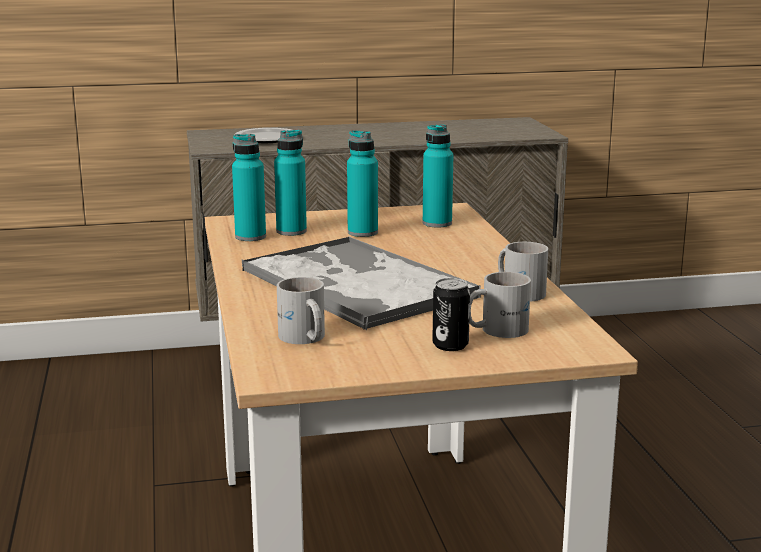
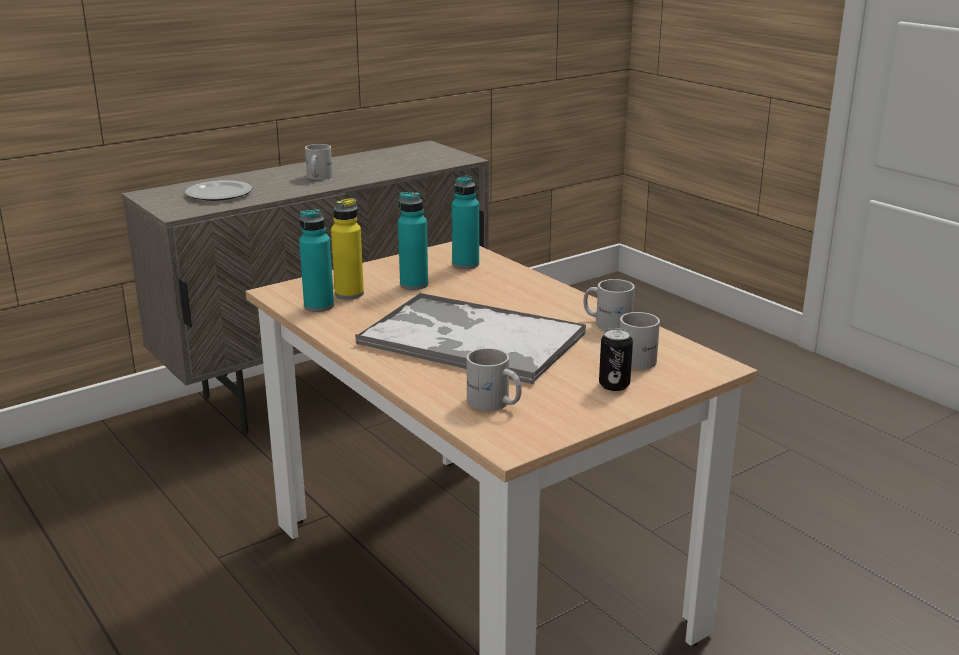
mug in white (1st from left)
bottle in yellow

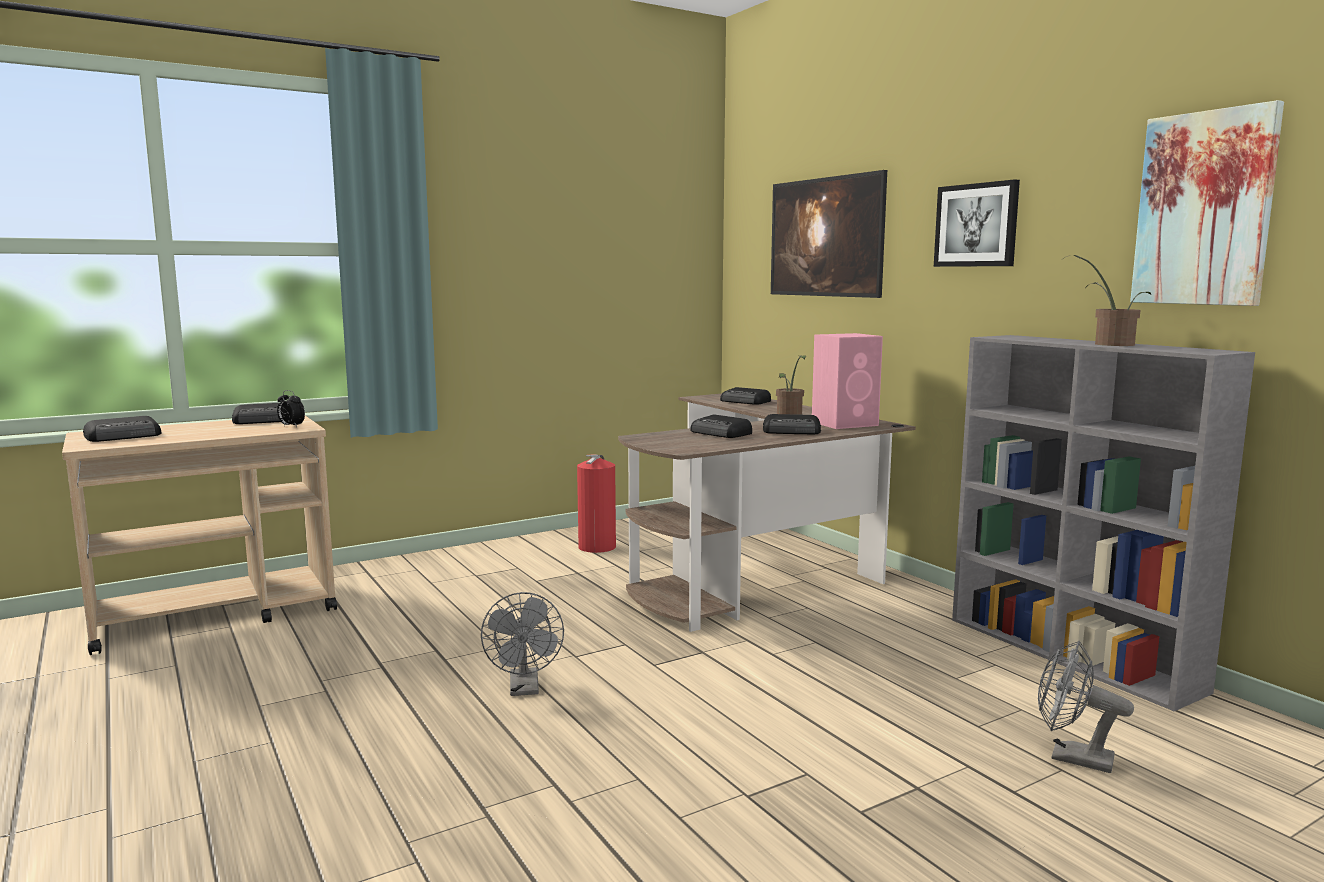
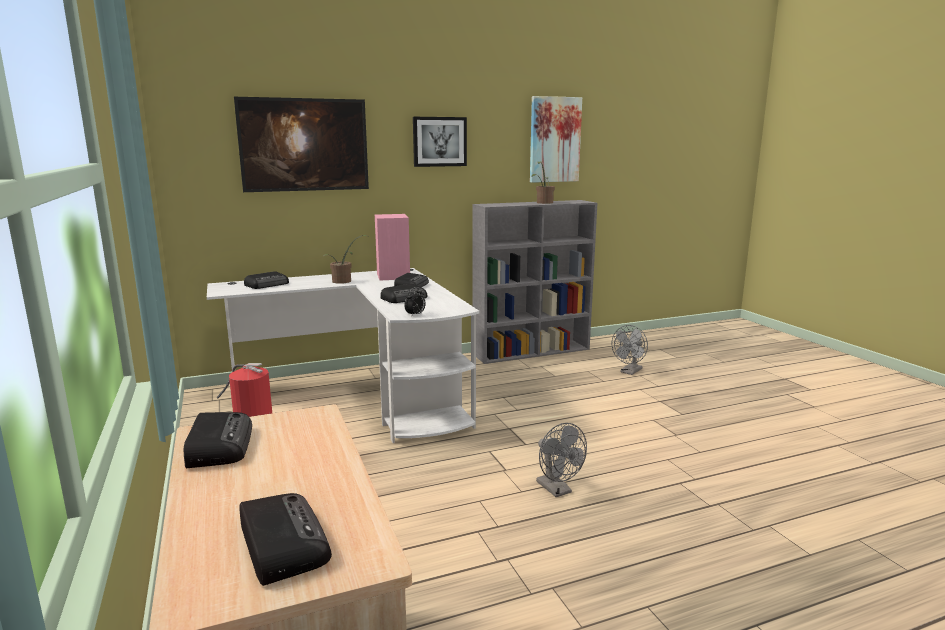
desk in white
alarm clock
fan in grey (1st from left)

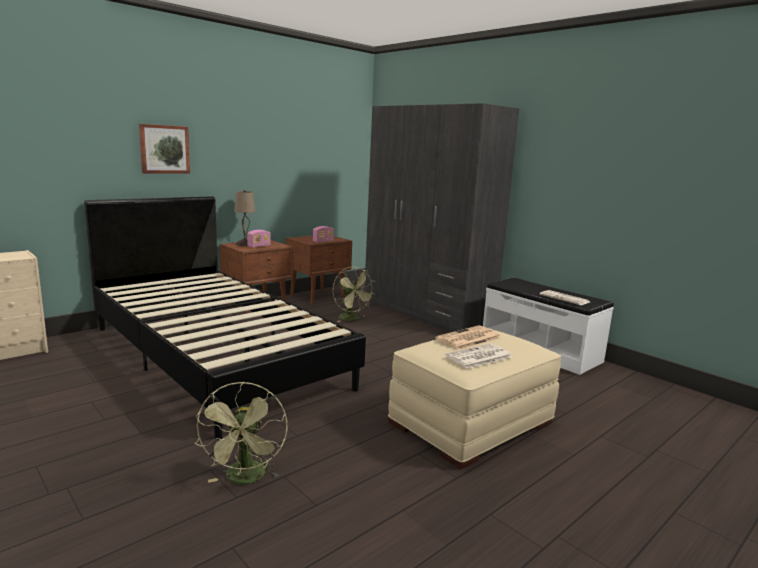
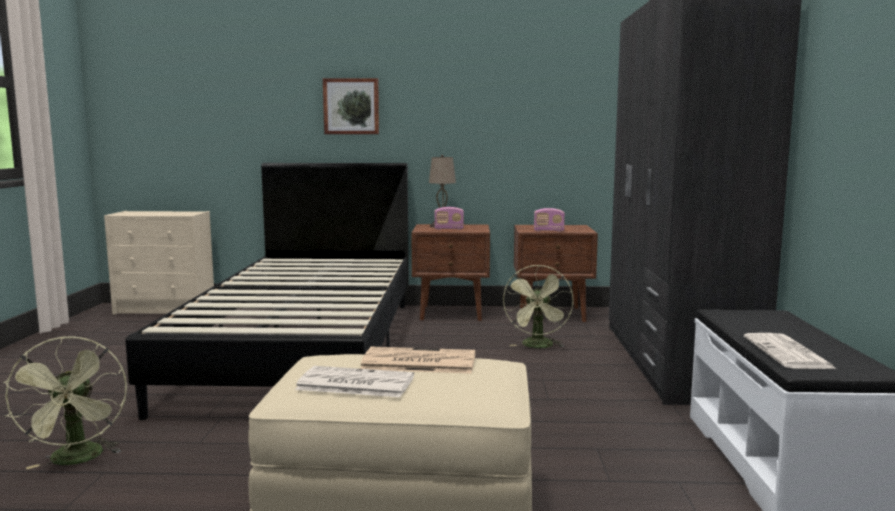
fan in green (1st from left)

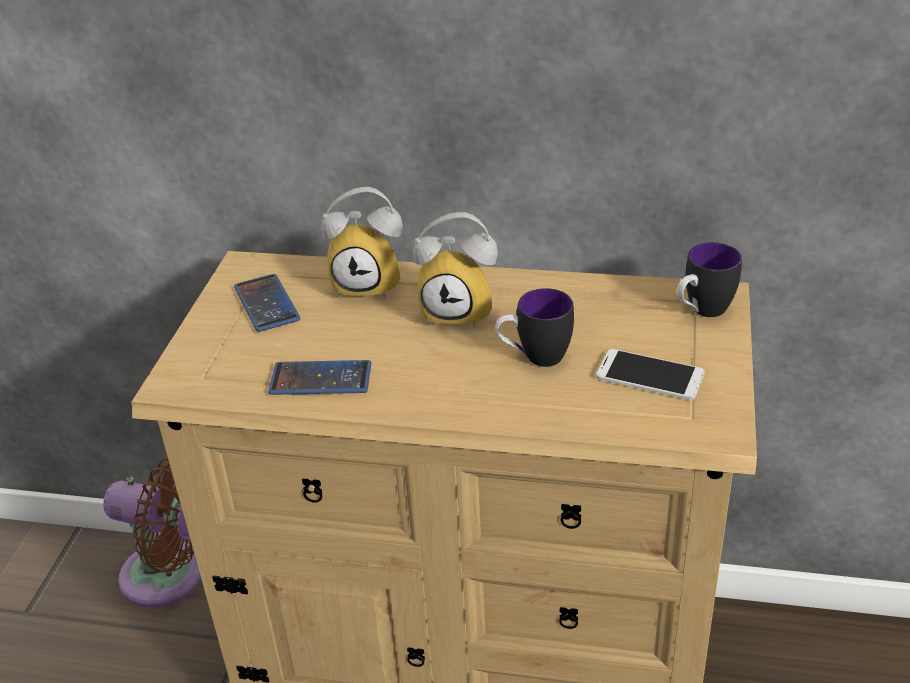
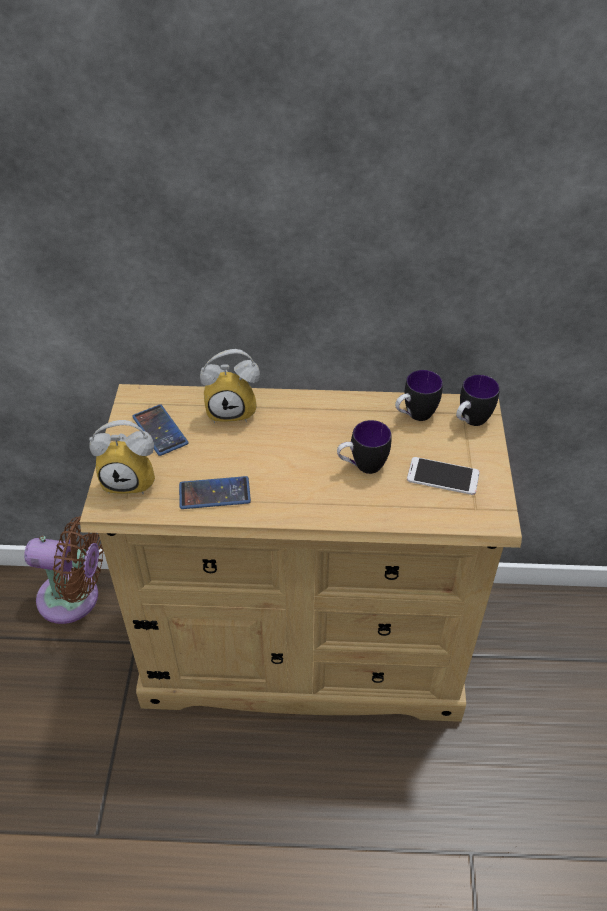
alarm clock (1st from left)
mug (2nd from left)

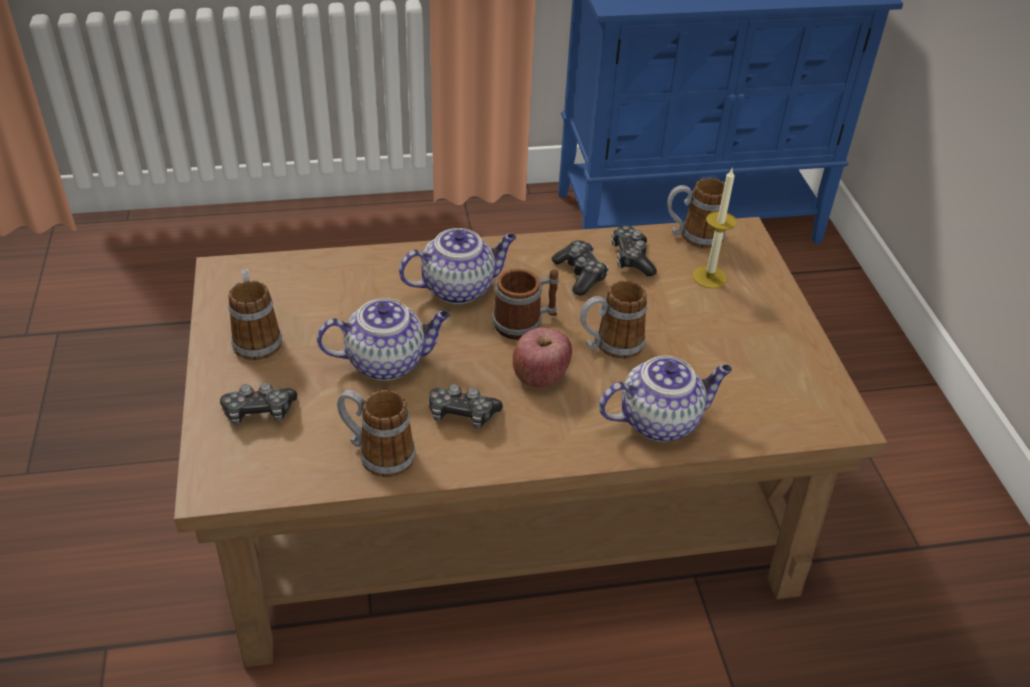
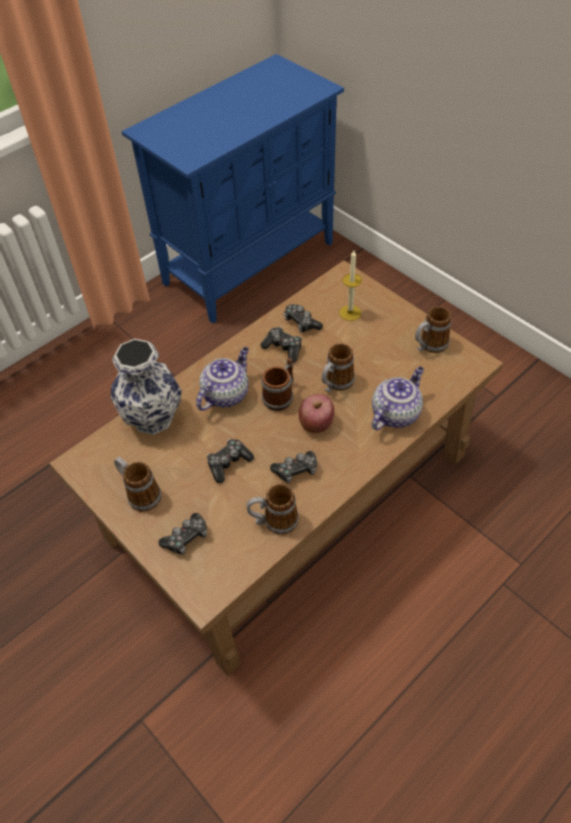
vase
game controller (2nd from left)
mug (5th from left)

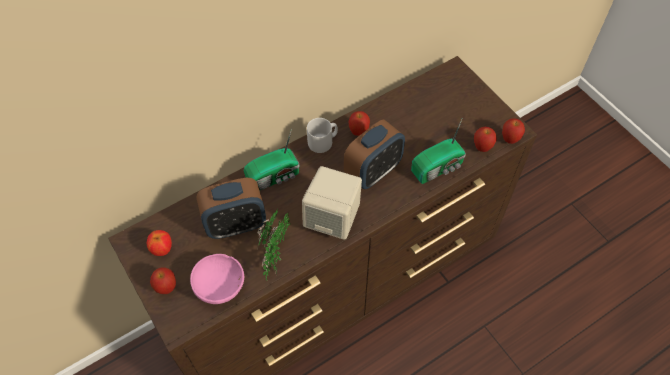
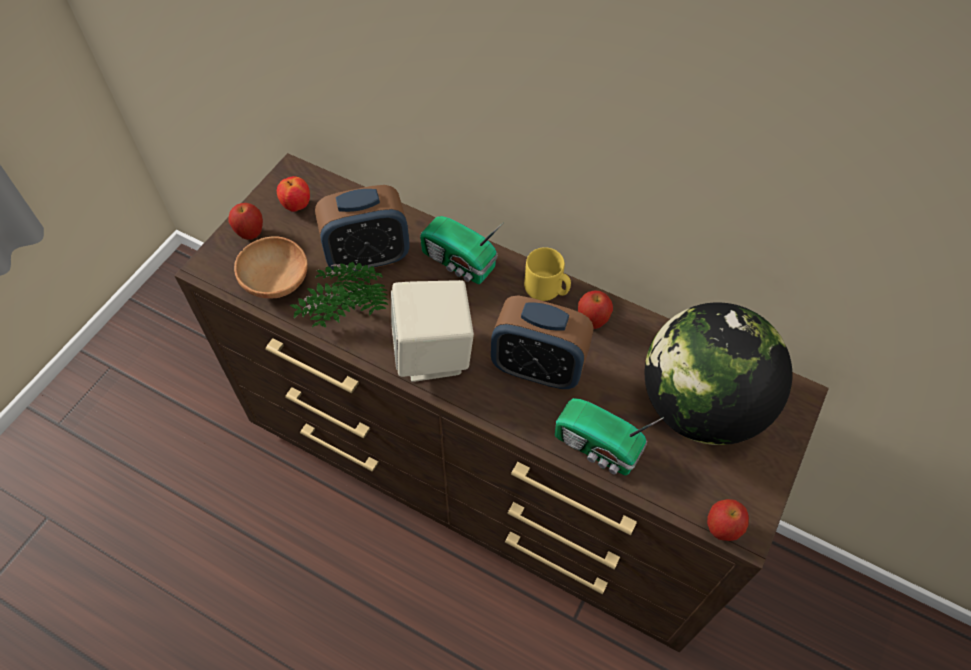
bowl in brown
alarm clock (1st from left)
mug in yellow
globe
apple (4th from left in the first image)

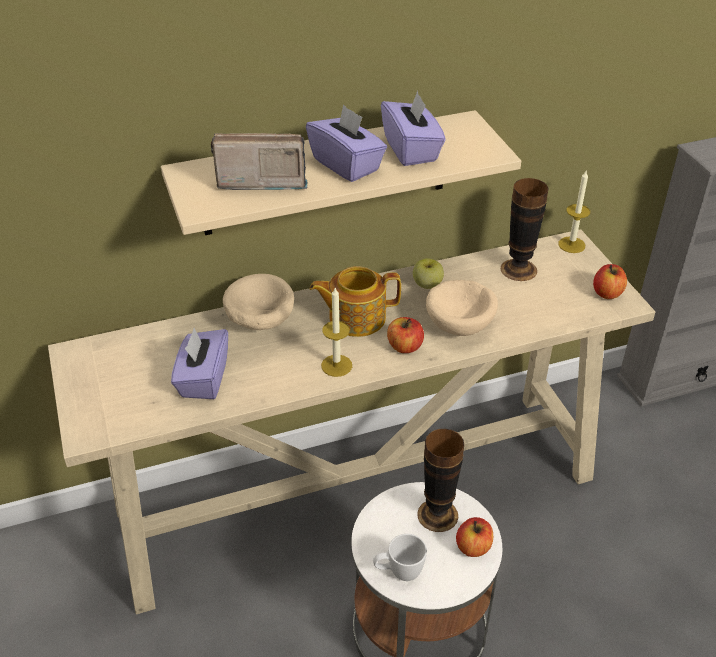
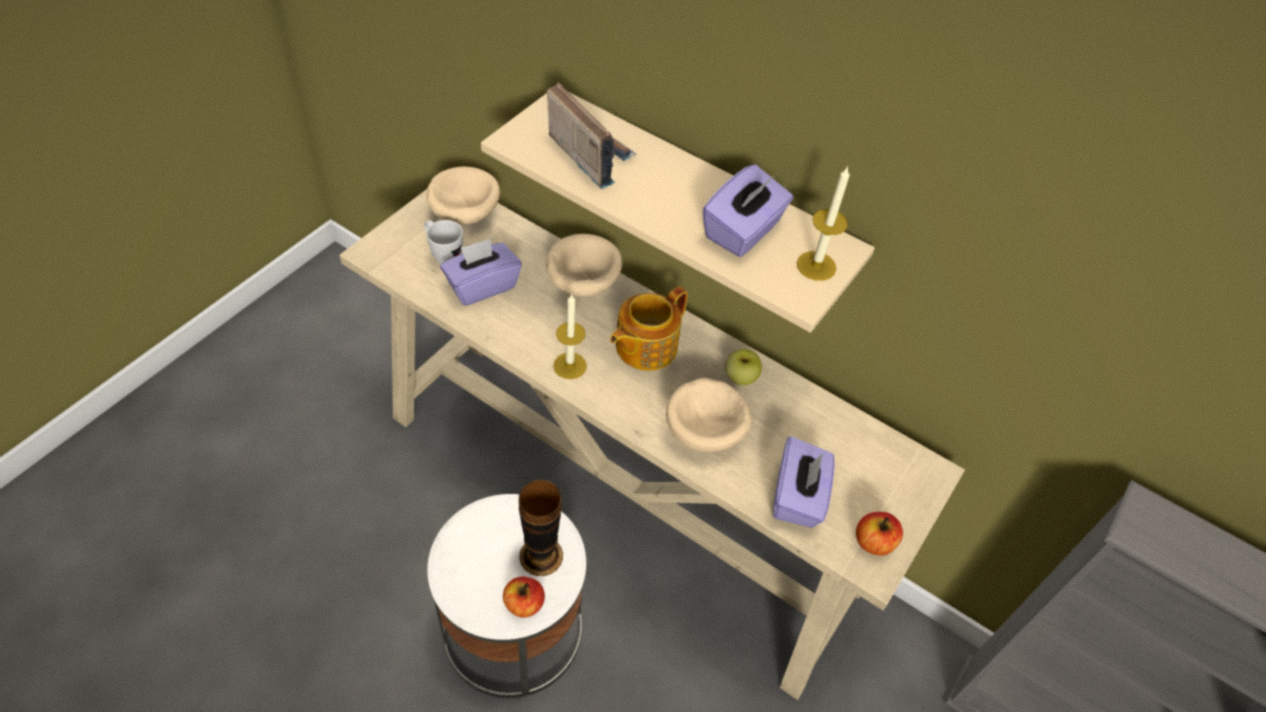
mug in white
bowl in beige (1st from left)
teapot
tissue box in purple (3rd from left)
candle (2nd from left)
apple (1st from left in the first image)
vase (2nd from left in the first image)

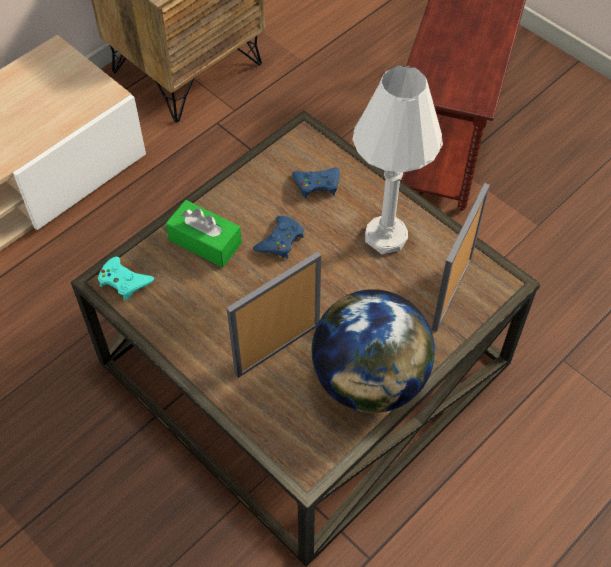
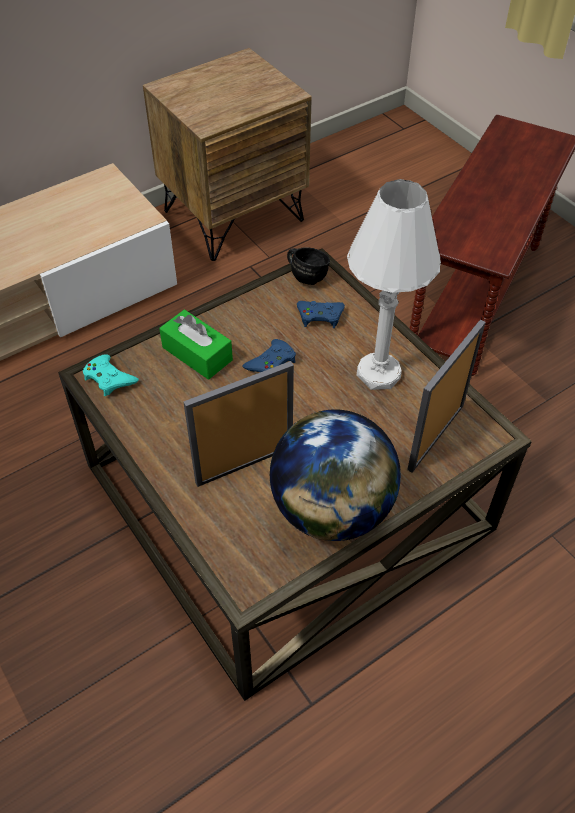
mug in black

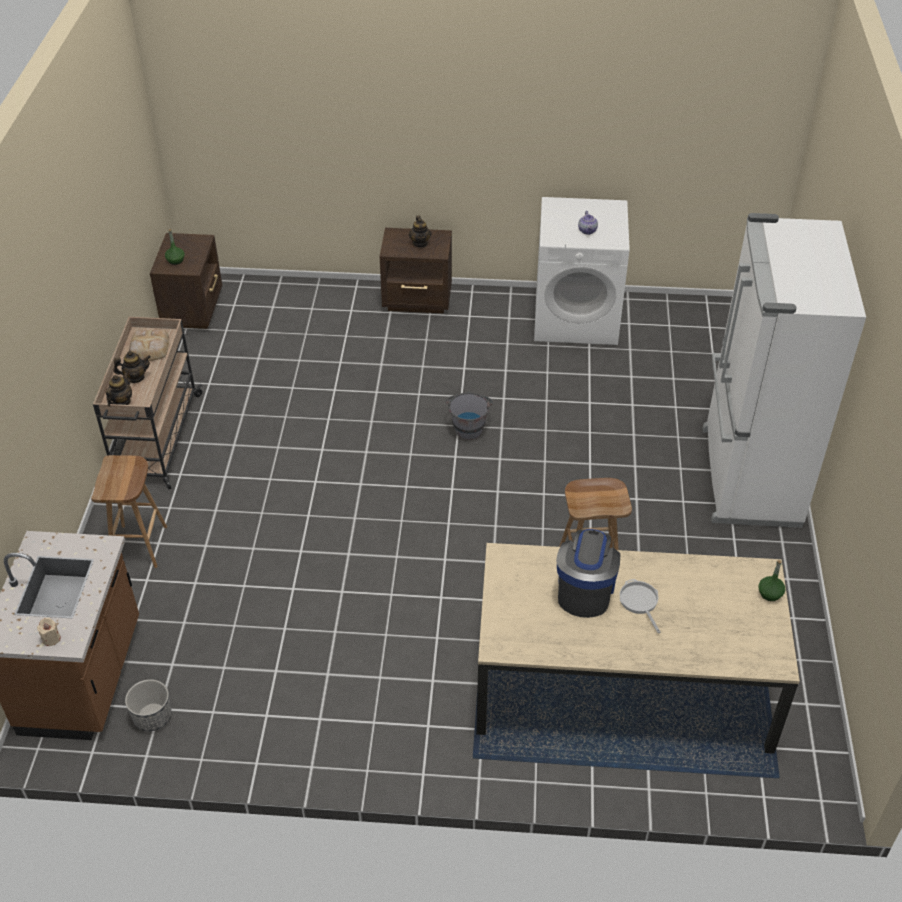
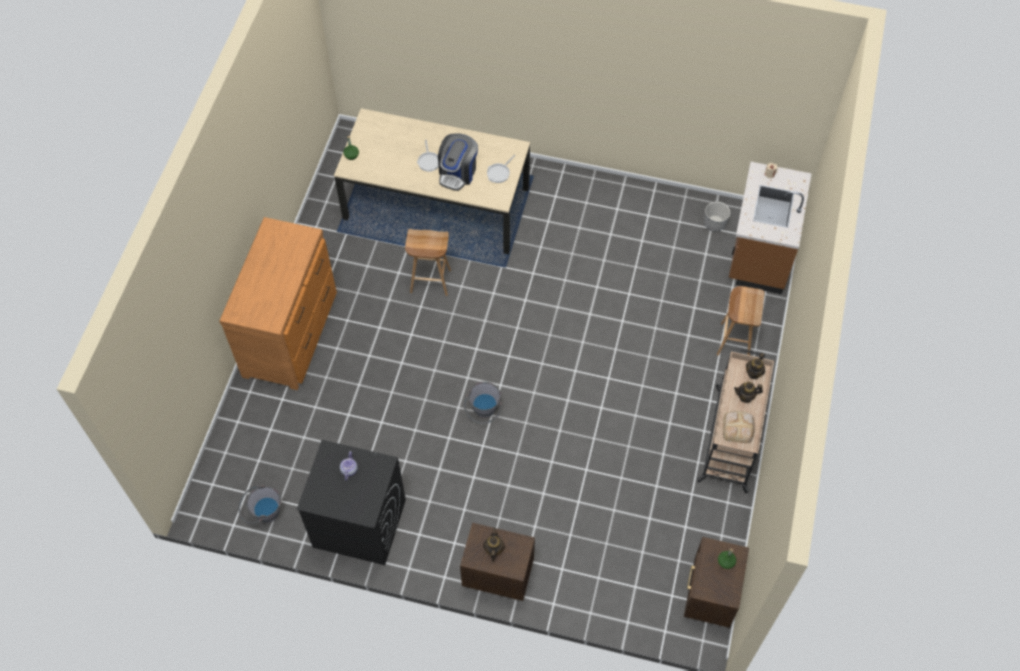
dresser in brown
bucket in grey (1st from left)
washing machine in black
frying pan (2nd from left)

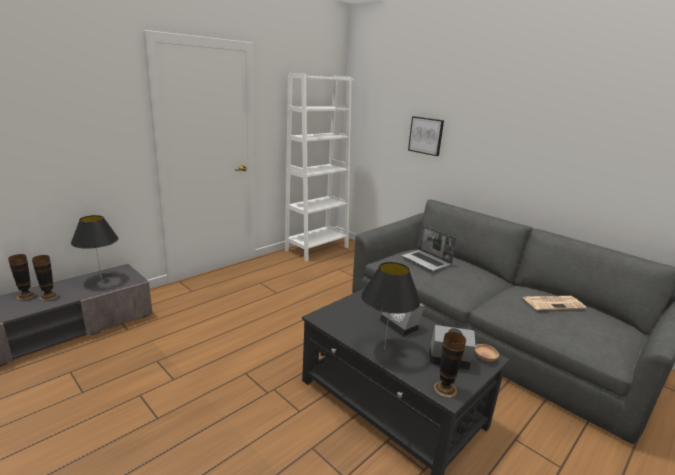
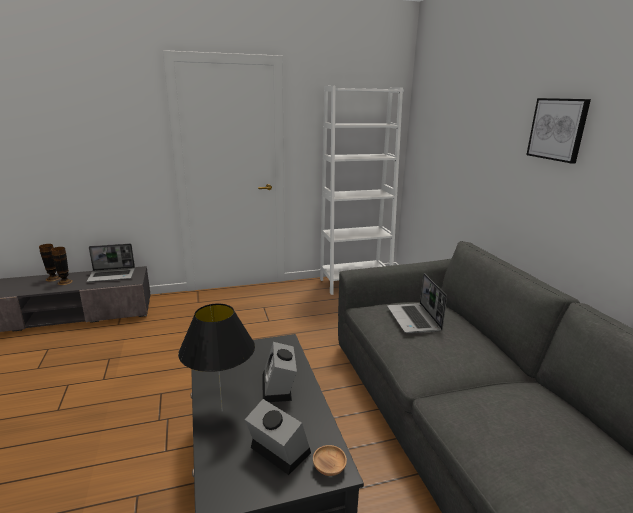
laptop (1st from left)
picture
vase (3rd from left in the first image)
newspaper

